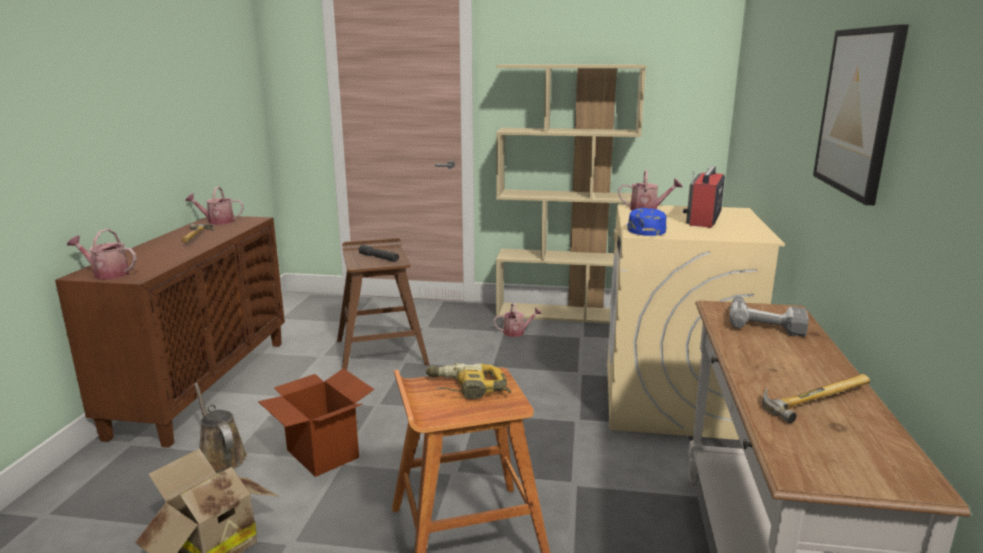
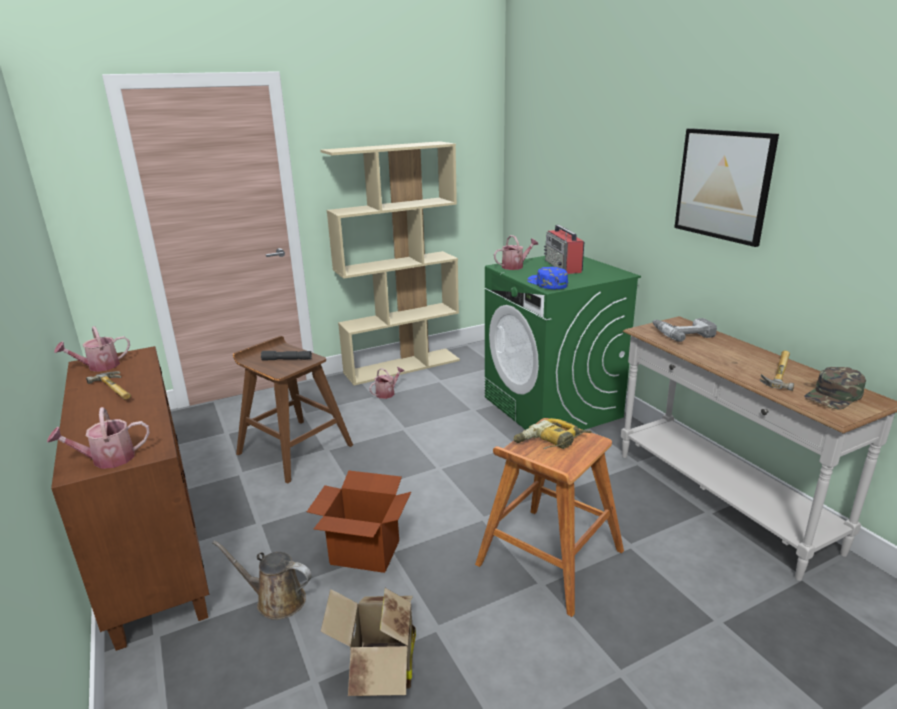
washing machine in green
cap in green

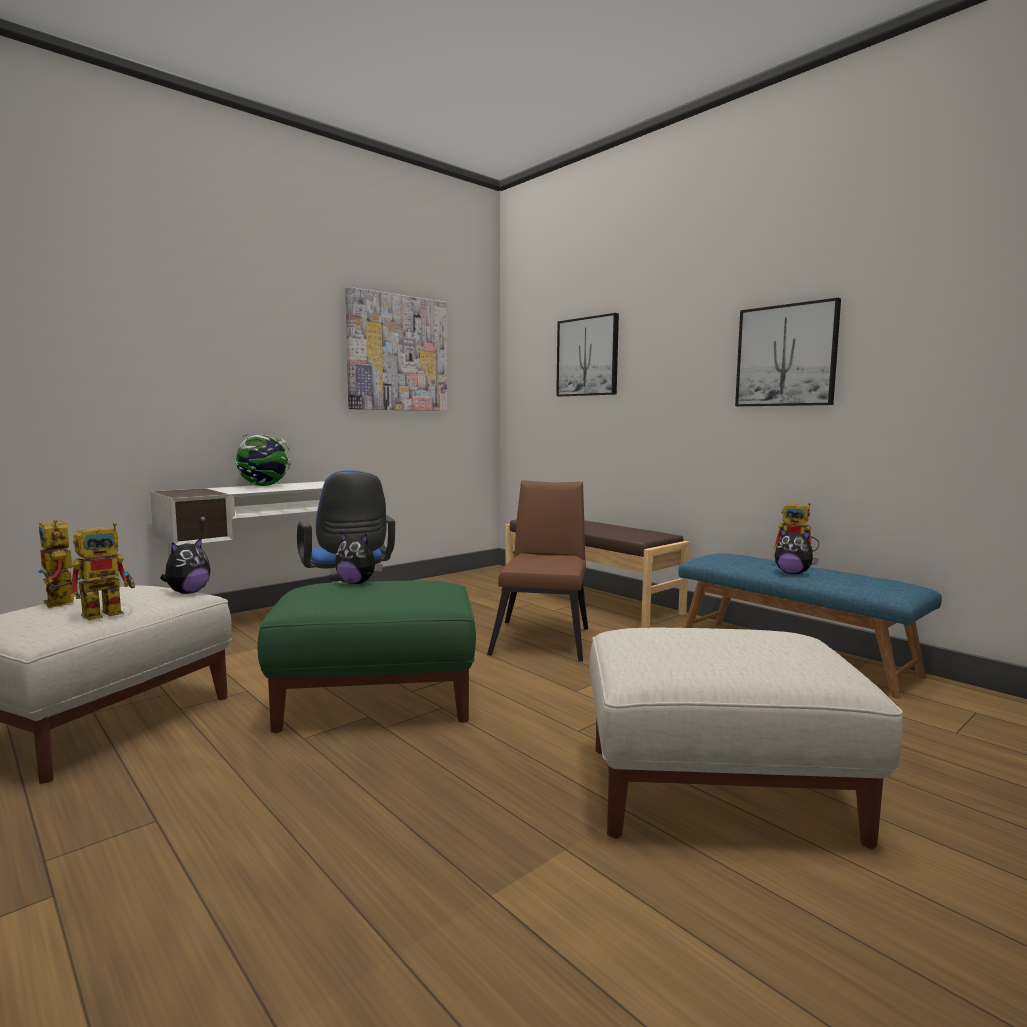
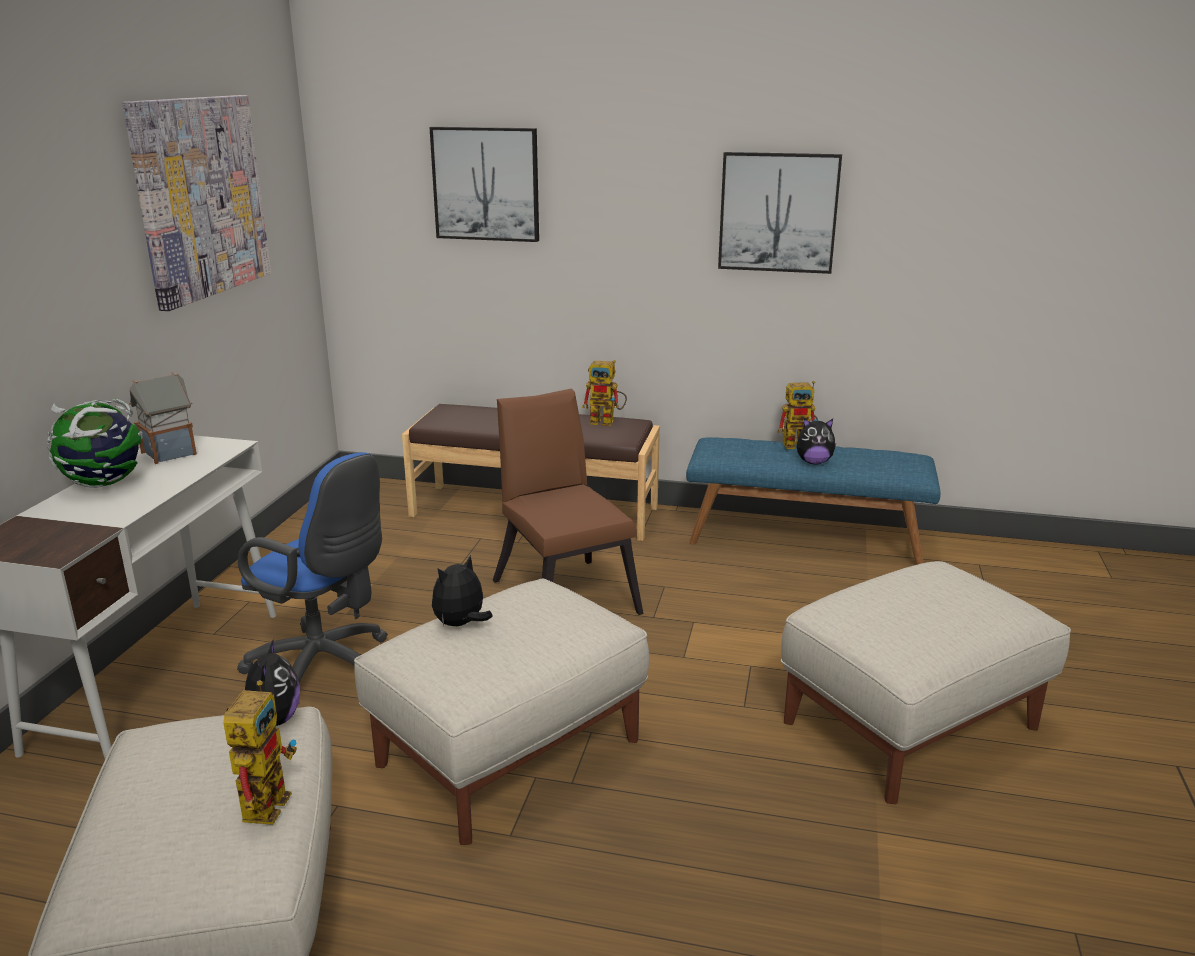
toy house
ottoman in beige (2nd from left)
plush toy (2nd from left)
toy robot (2nd from left)

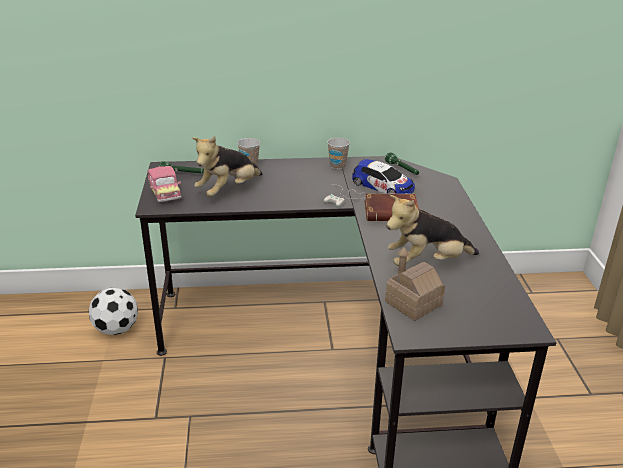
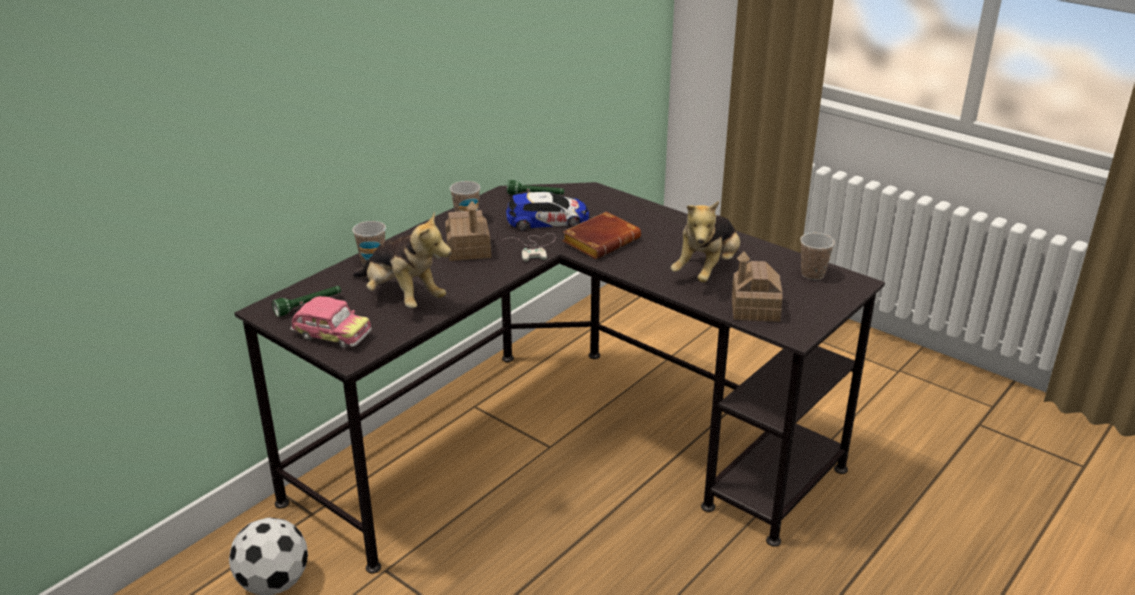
plush toy (1st from left)
toy house (1st from left)
cup (3rd from left)

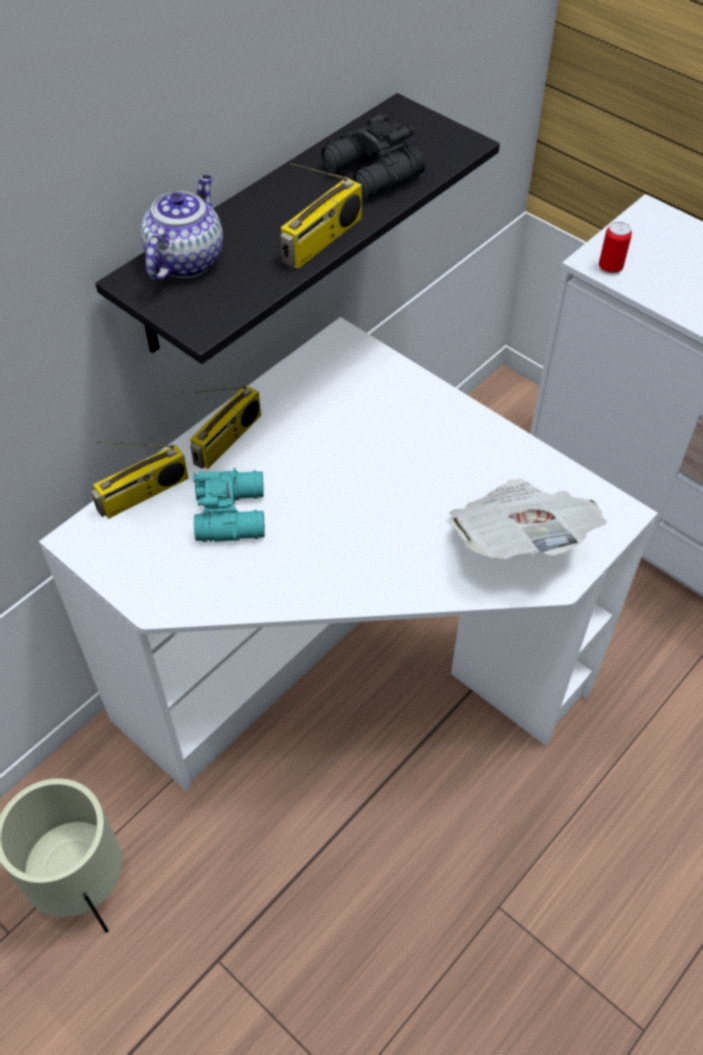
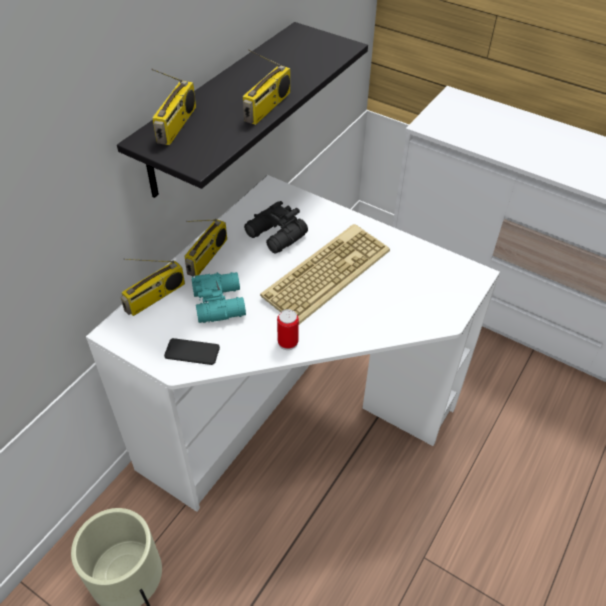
radio (2nd from left)
phone
binoculars in black
keyboard
can
newspaper

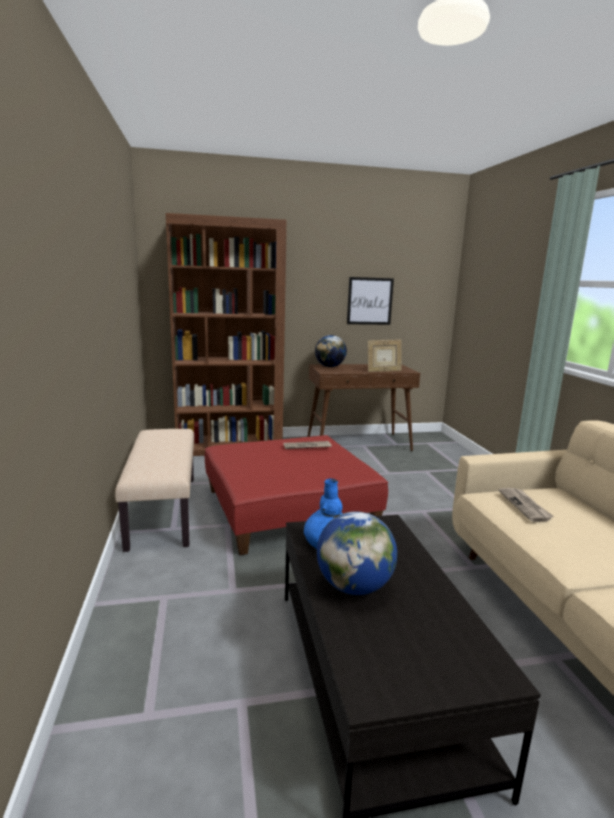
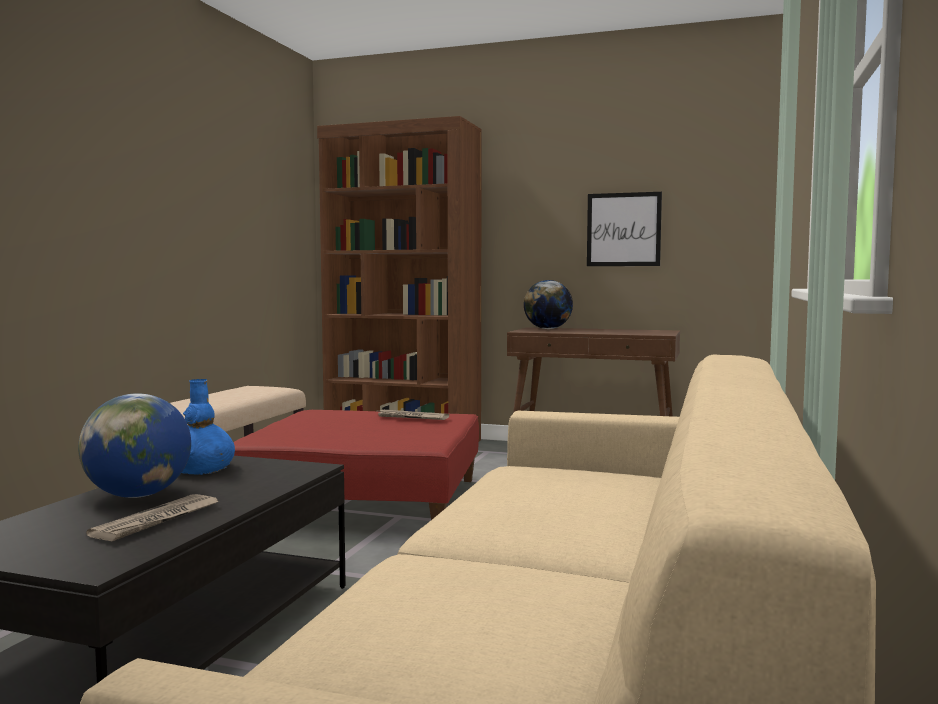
newspaper (1st from left)
picture frame

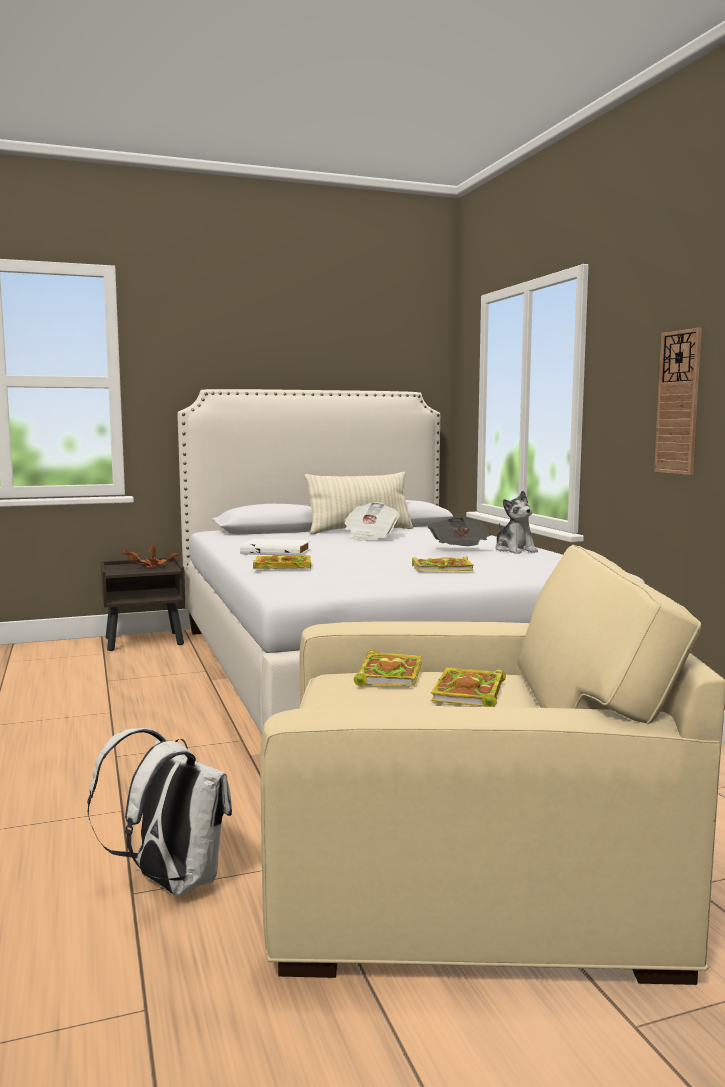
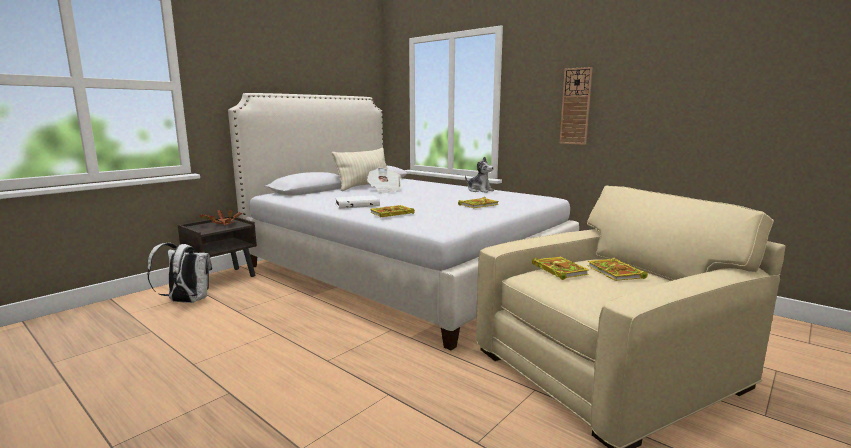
backpack in white
newspaper (2nd from left in the first image)

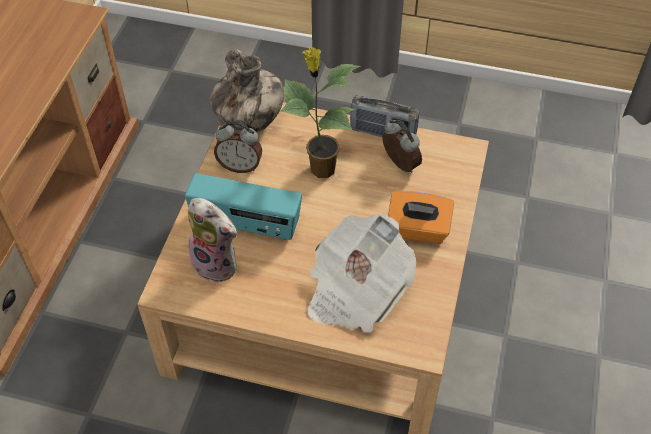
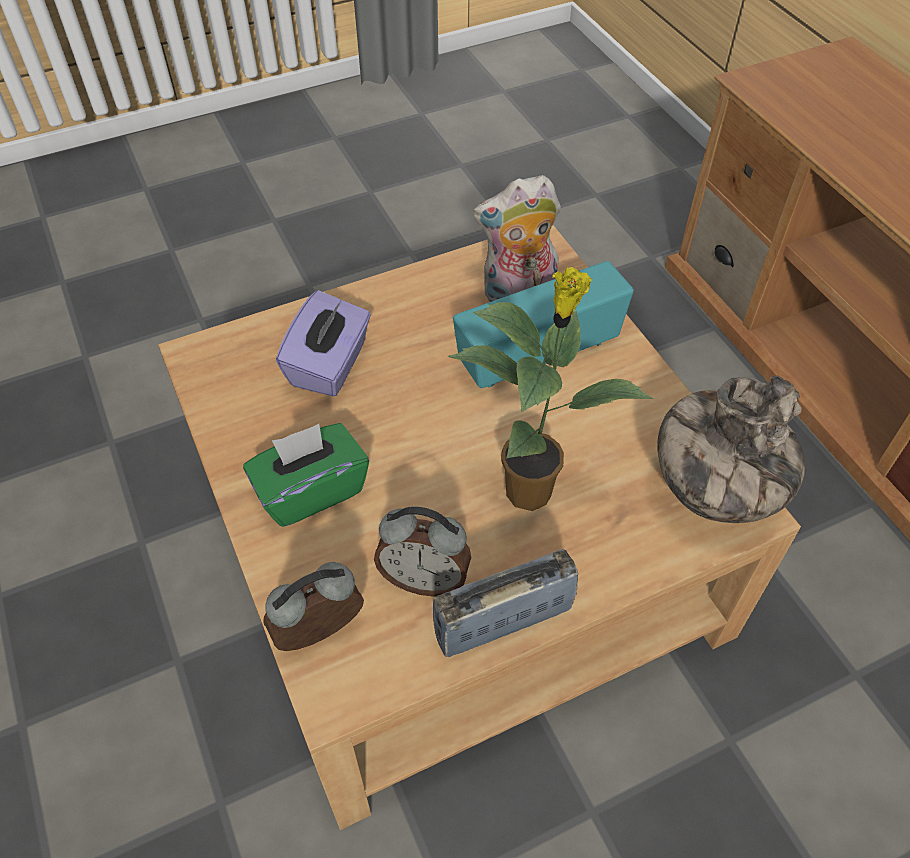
tissue box in green
alarm clock (1st from left)
tissue box in purple

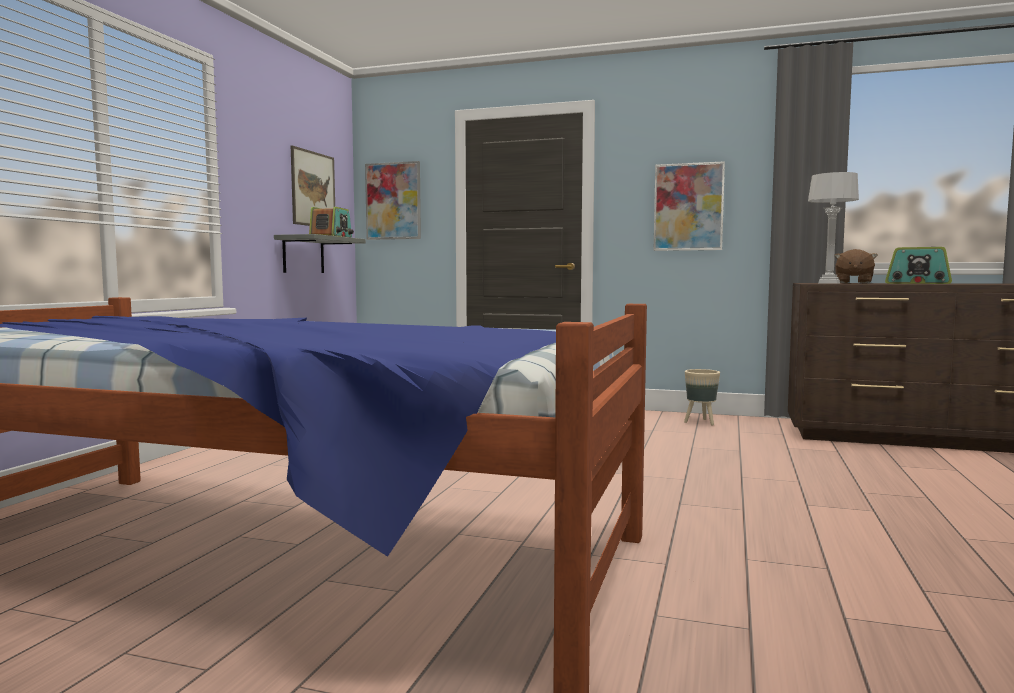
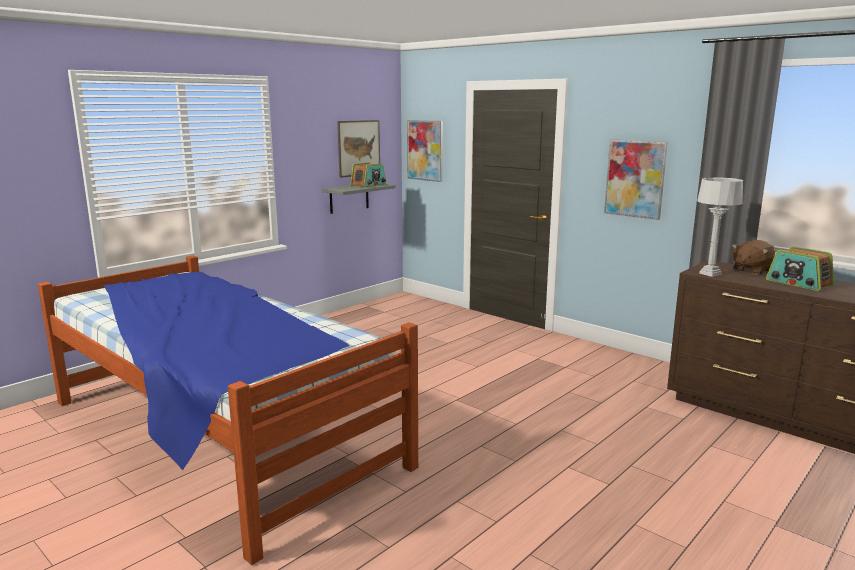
planter in beige

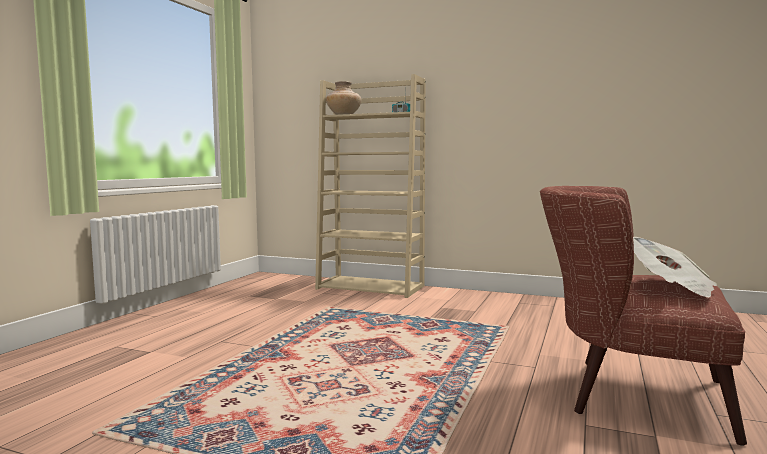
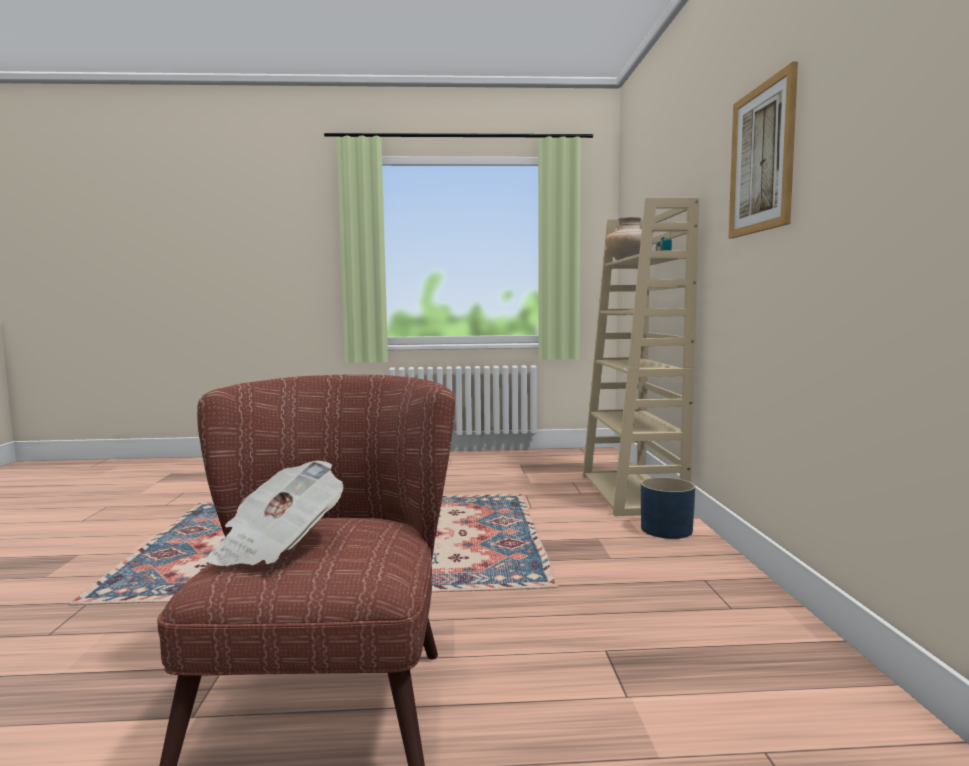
planter in blue
picture

